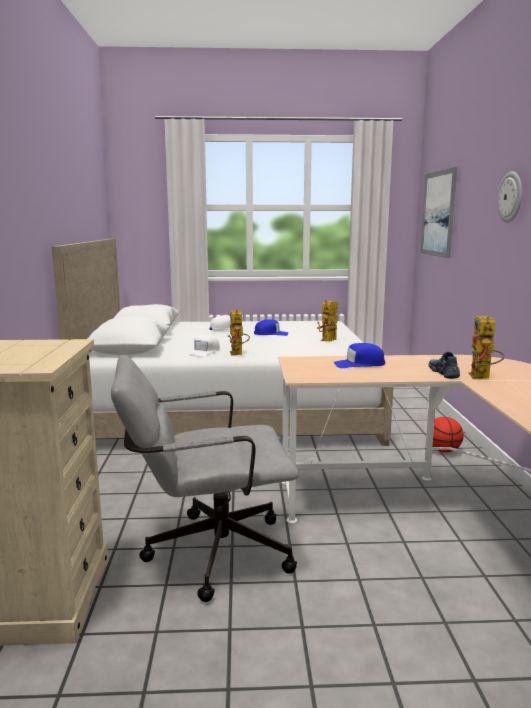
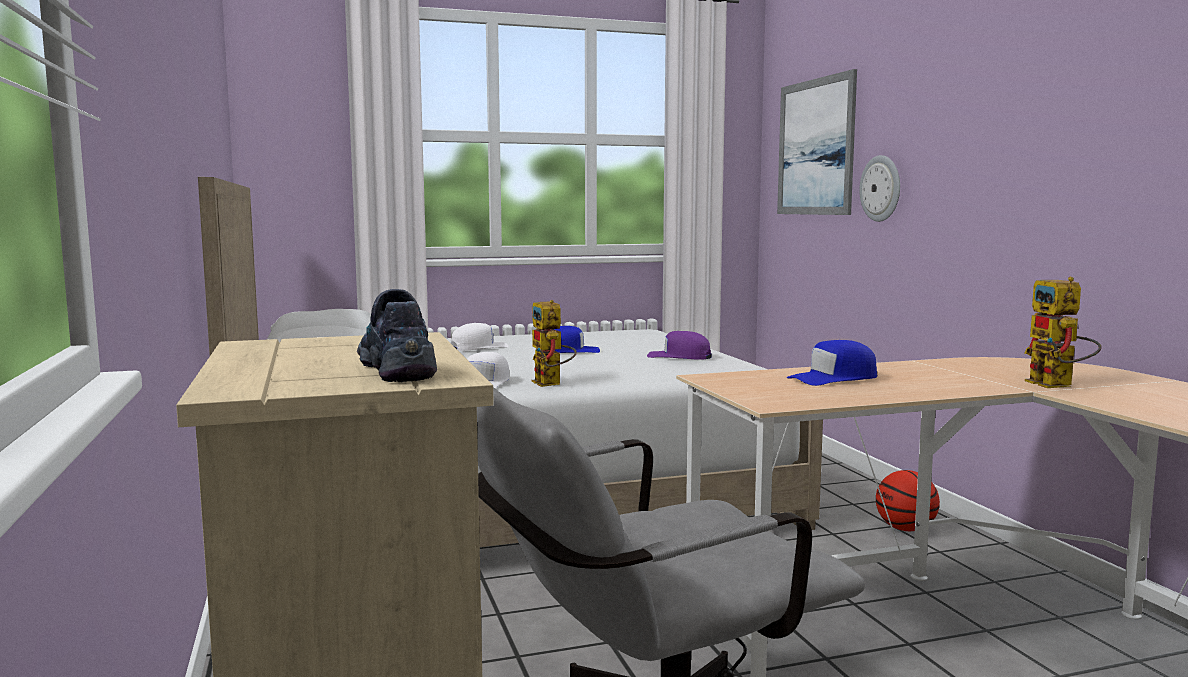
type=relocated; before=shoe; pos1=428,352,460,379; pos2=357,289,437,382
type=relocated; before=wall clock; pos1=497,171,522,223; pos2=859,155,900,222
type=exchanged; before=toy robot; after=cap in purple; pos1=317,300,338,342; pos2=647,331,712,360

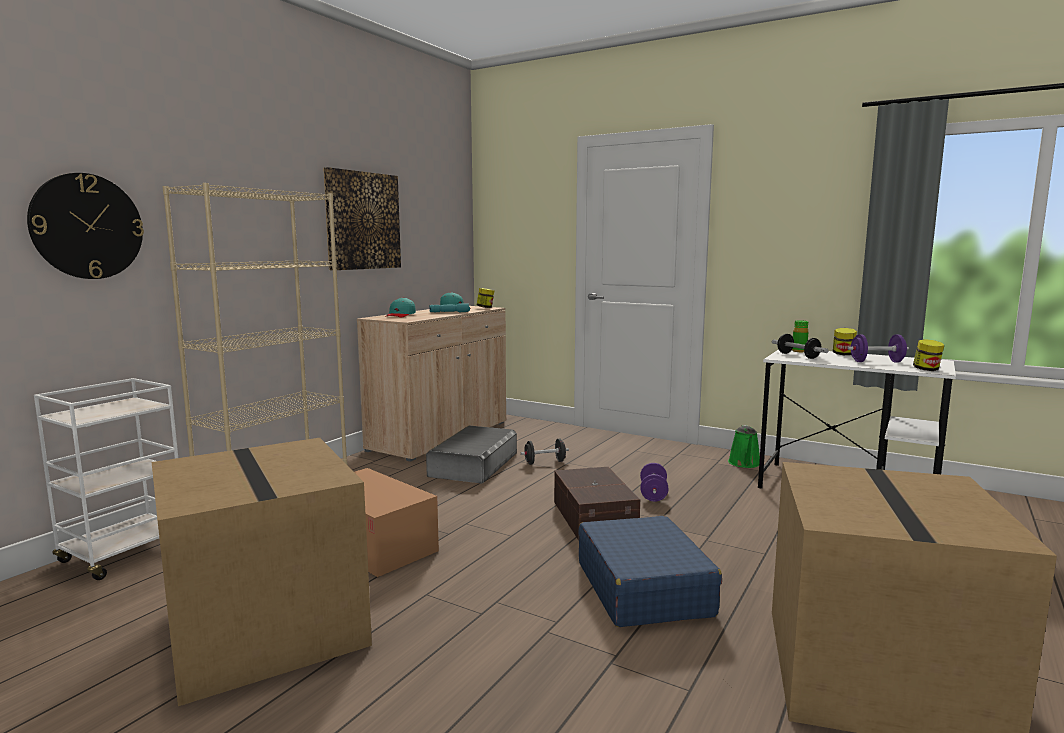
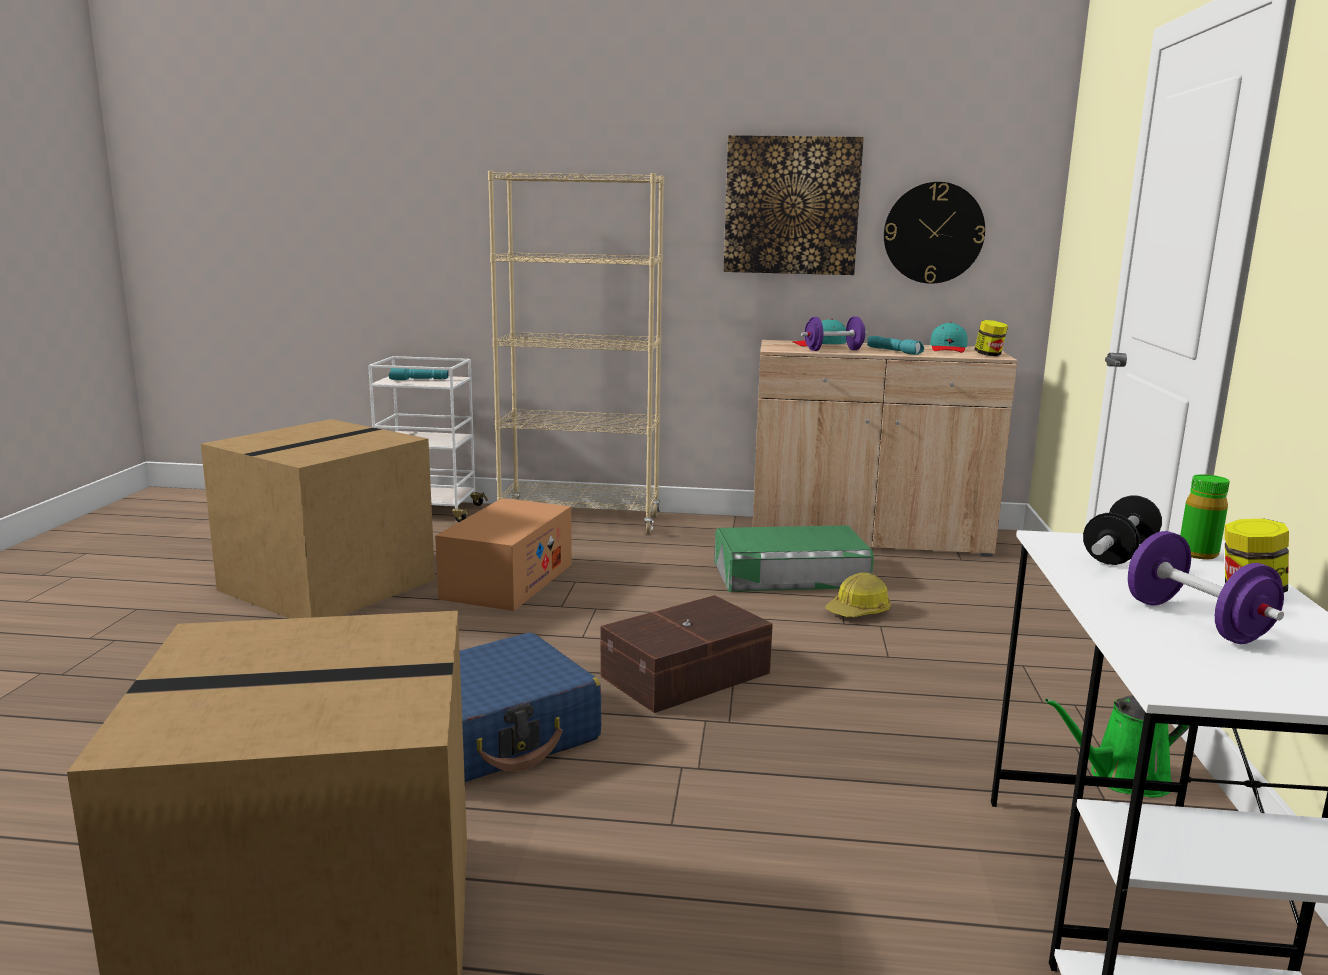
type=missing; before=jar; pos1=913,339,944,371
type=appeared; after=flashlight in turquoise; pos2=389,368,449,380
type=relocated; before=wall clock; pos1=27,173,144,279; pos2=884,182,985,284
type=relocated; before=dumbbell in purple; pos1=640,463,668,502; pos2=801,316,868,351
type=exchanged; before=dumbbell in black; after=hard hat; pos1=521,439,569,465; pos2=826,572,891,617
type=colour; before=storage box in grey; after=storage box in green; pos1=426,426,517,483; pos2=714,525,874,592

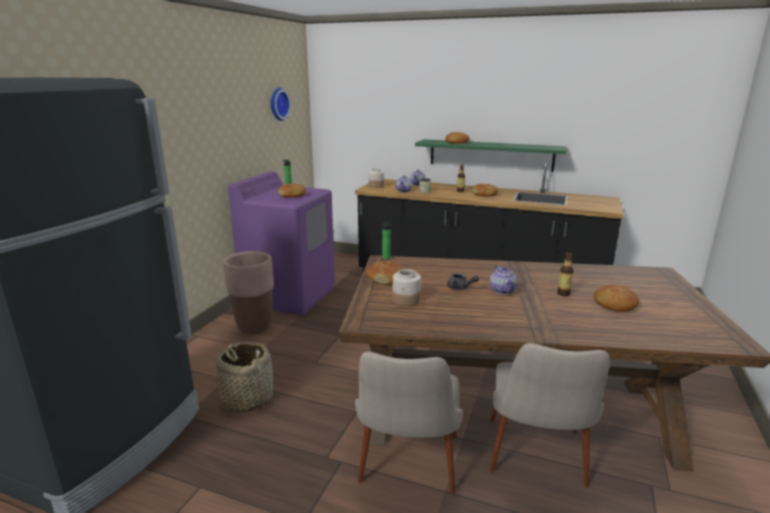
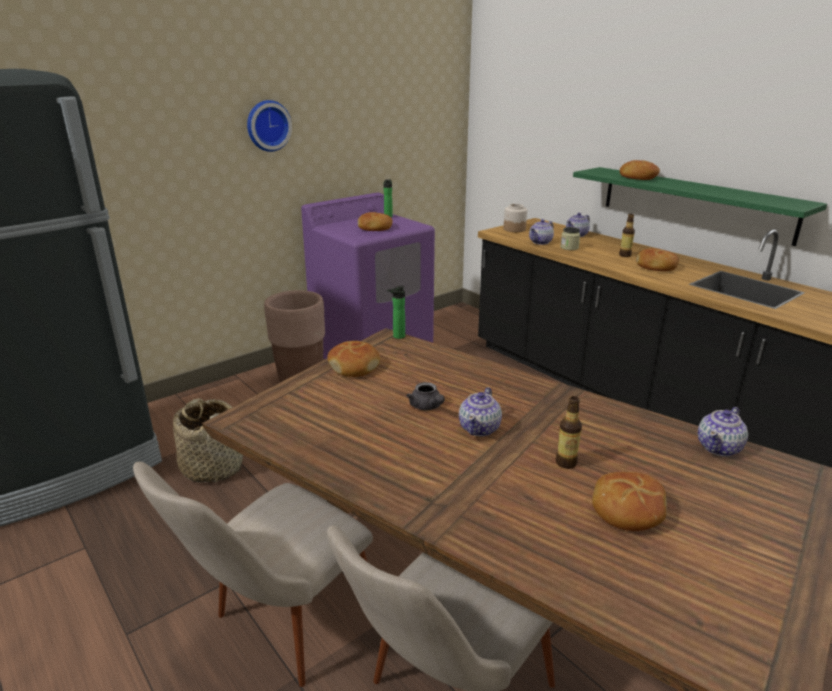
type=missing; before=jar; pos1=393,269,421,306
type=appeared; after=teapot; pos2=698,407,748,456
type=relocated; before=wall clock; pos1=271,88,291,121; pos2=247,100,292,152

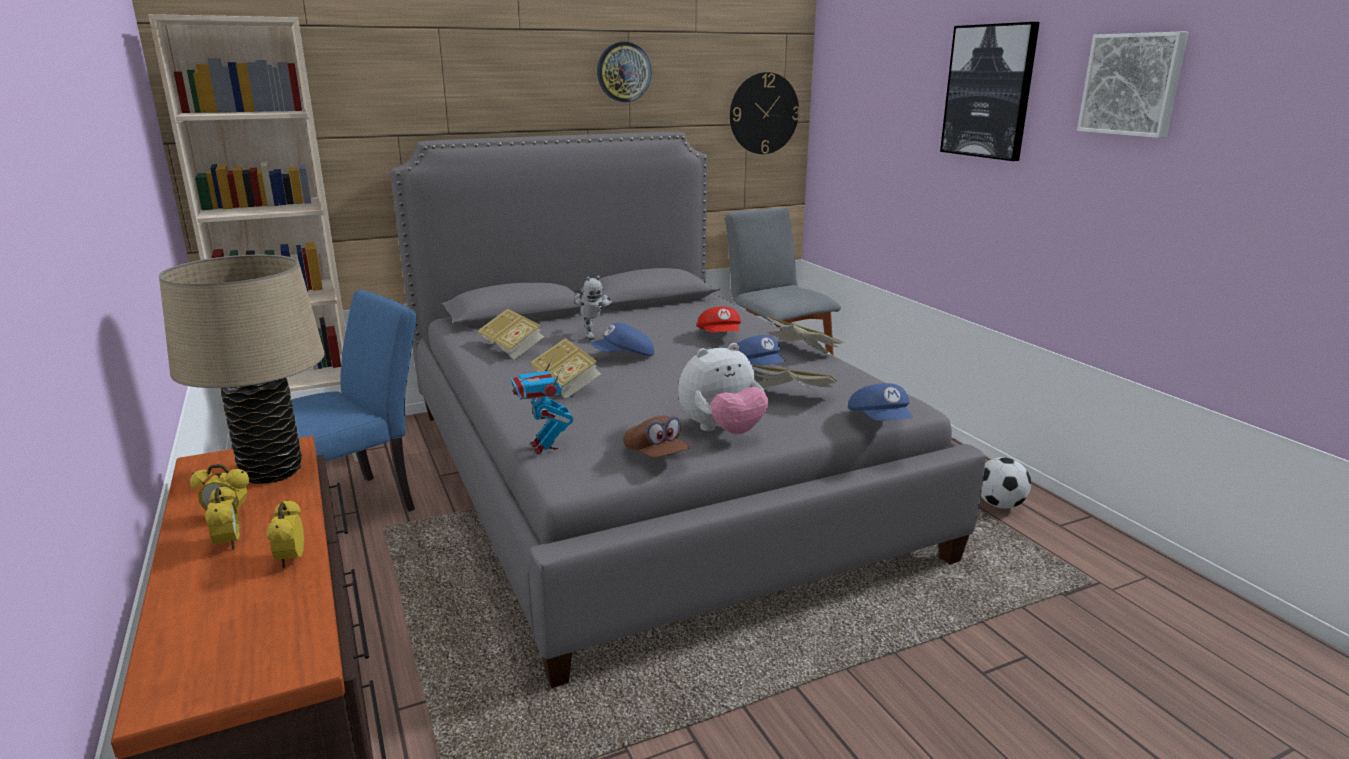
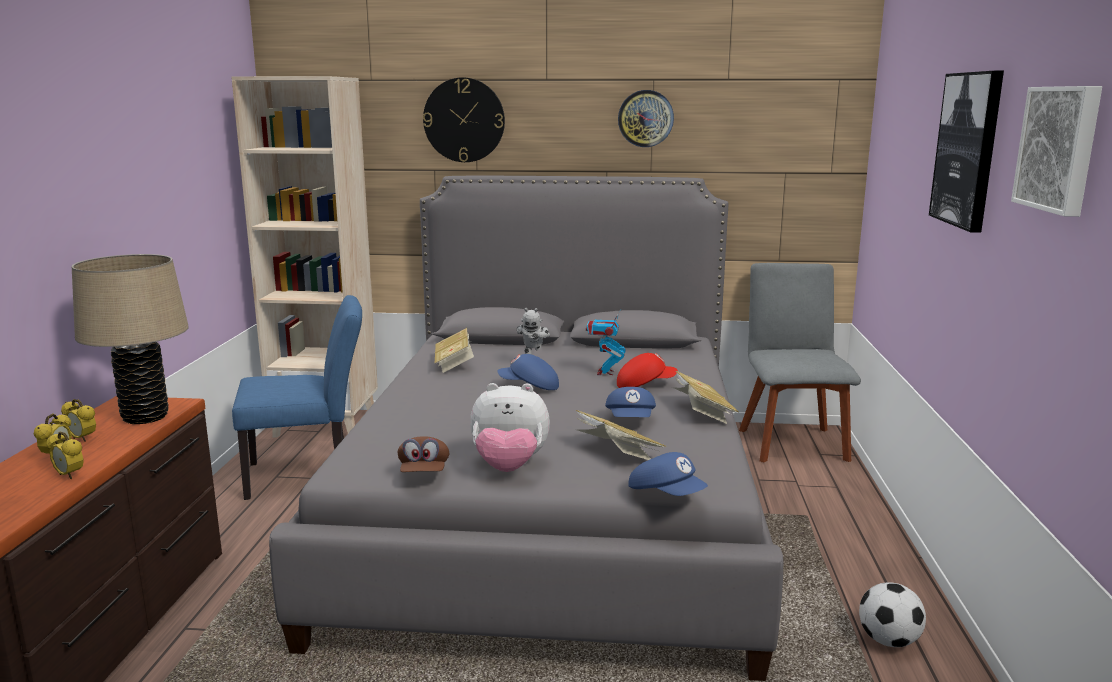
type=missing; before=book; pos1=530,338,601,399
type=relocated; before=toy robot; pos1=511,354,573,454; pos2=586,310,626,375
type=relocated; before=wall clock; pos1=730,72,800,154; pos2=423,77,505,162
type=spun; before=alarm clock; pos1=266,500,304,568; pos2=47,432,84,479; turn=-75
type=spun; before=cap in red; pos1=697,307,741,333; pos2=617,353,678,388; turn=-120
type=spun; before=cap in blue; pos1=848,383,913,421; pos2=629,452,708,496; turn=-60

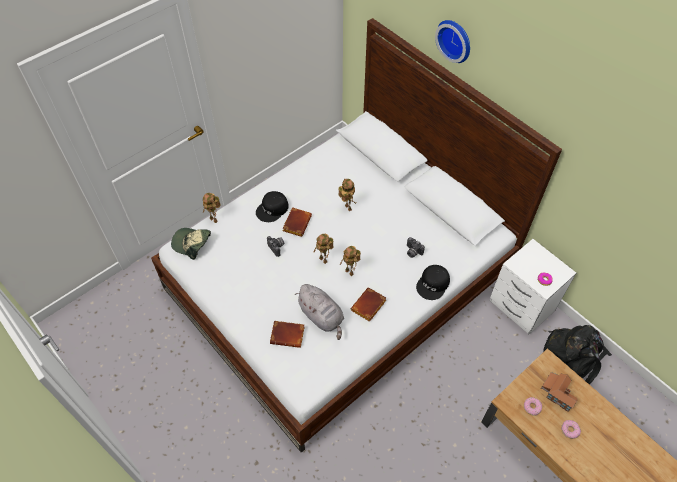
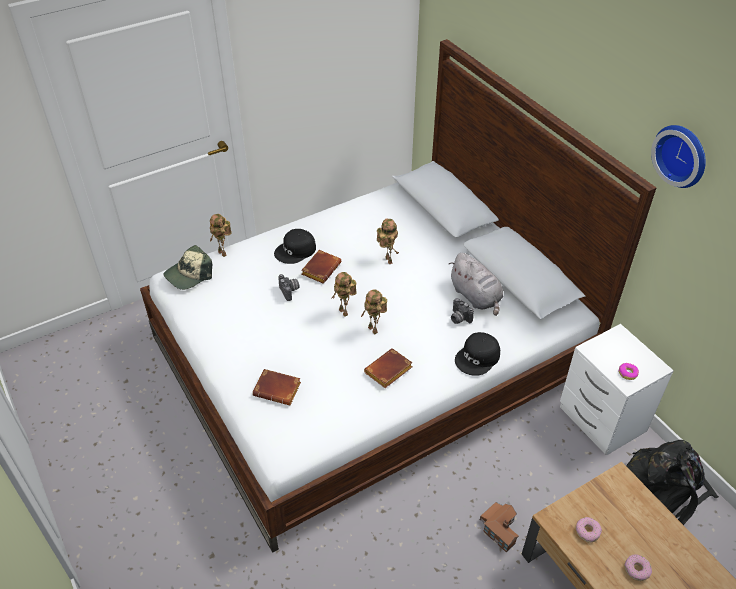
type=relocated; before=plush toy in grey; pos1=295,284,344,340; pos2=449,253,504,316
type=relocated; before=wall clock; pos1=435,20,470,63; pos2=651,125,706,188
type=relocated; before=toy house; pos1=541,372,578,412; pos2=480,502,519,553
type=spun; before=cap; pos1=171,228,211,260; pos2=164,245,212,290; turn=-75

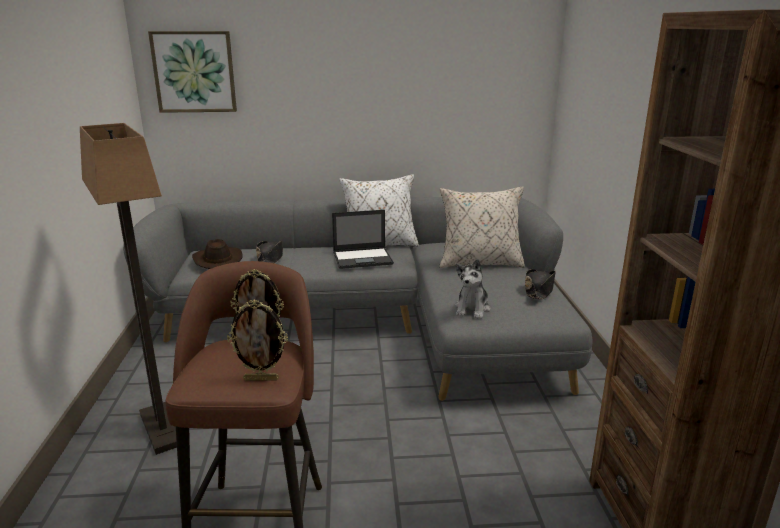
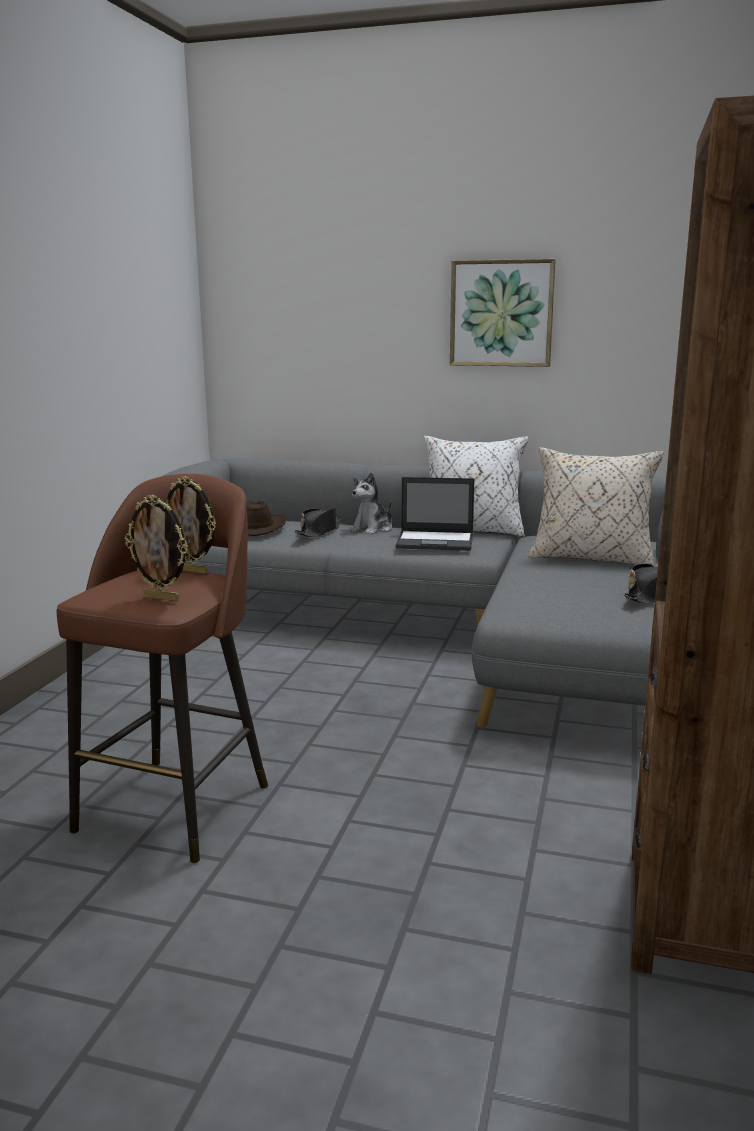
type=missing; before=floor lamp; pos1=80,123,177,455
type=relocated; before=picture; pos1=148,31,237,113; pos2=450,259,556,367
type=relocated; before=plush toy; pos1=455,259,490,319; pos2=350,472,392,535

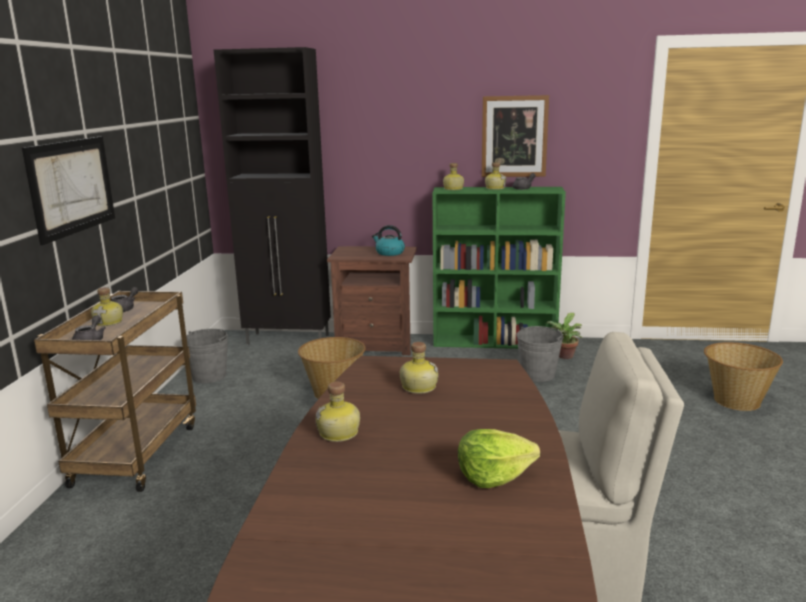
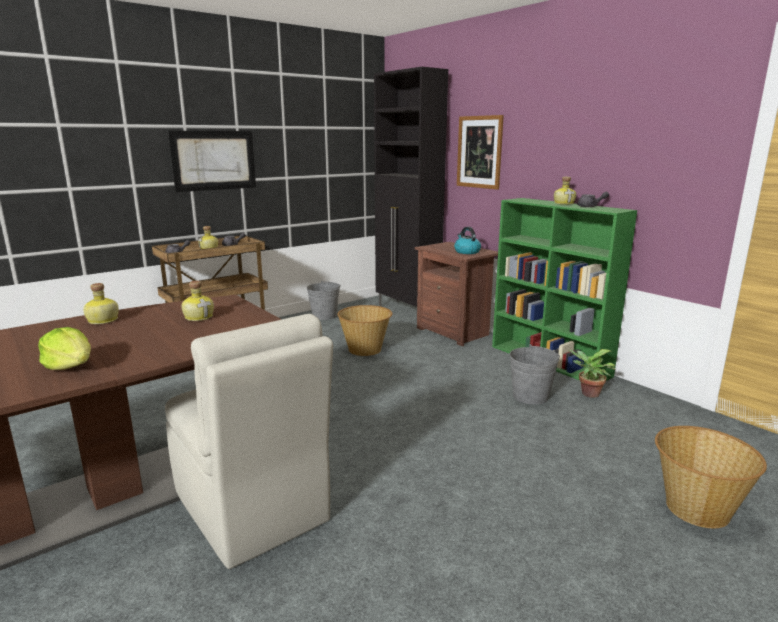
type=missing; before=bottle; pos1=443,163,464,190
type=relocated; before=picture; pos1=482,95,549,177; pos2=457,115,504,190

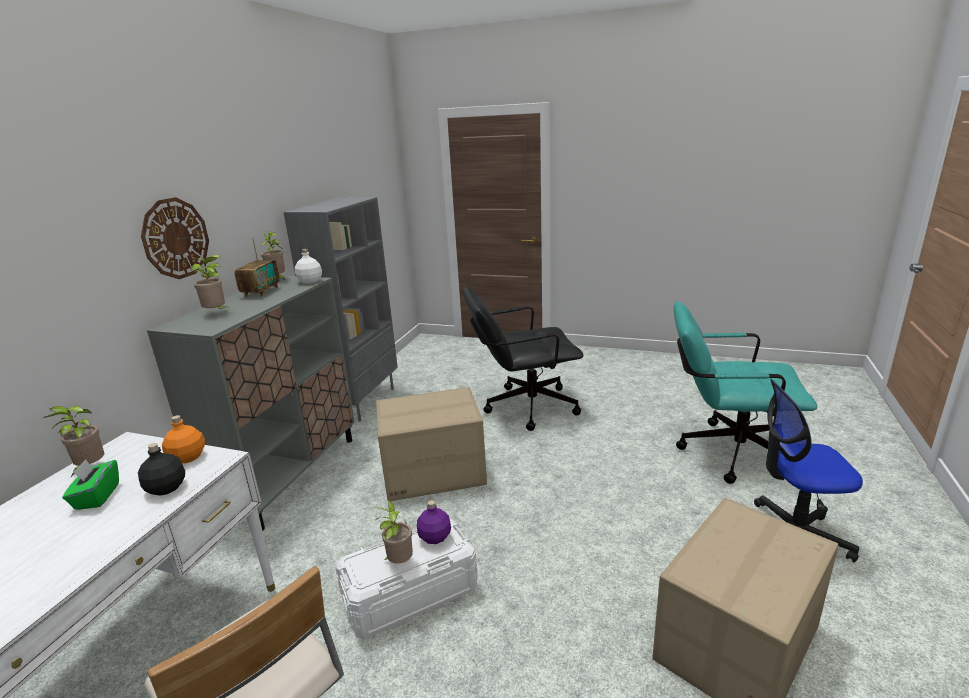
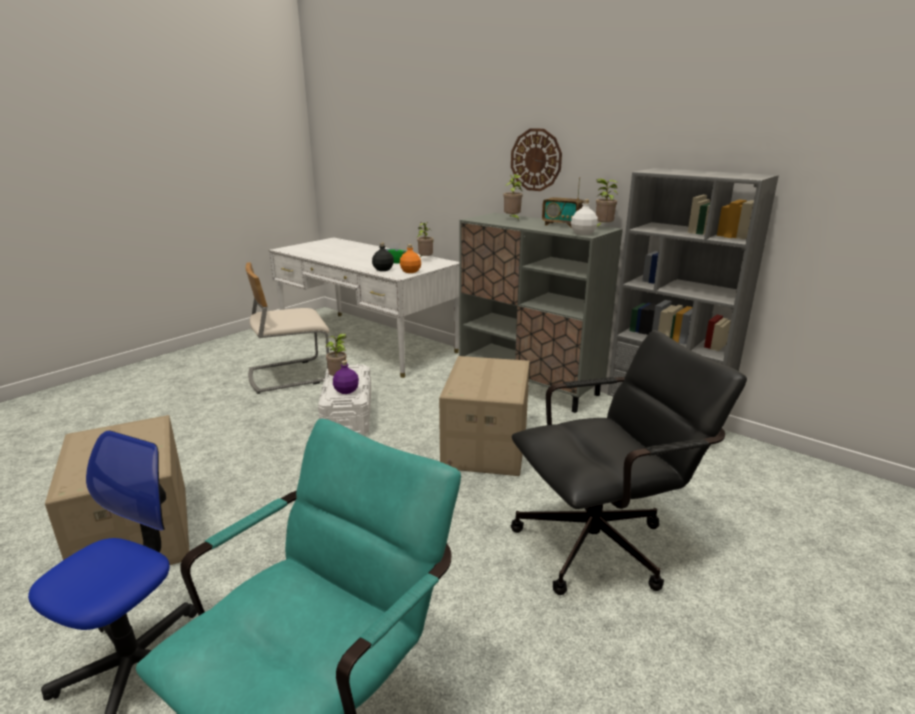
type=spun; before=office chair in black; pos1=463,287,583,431; pos2=511,330,747,595; turn=60

